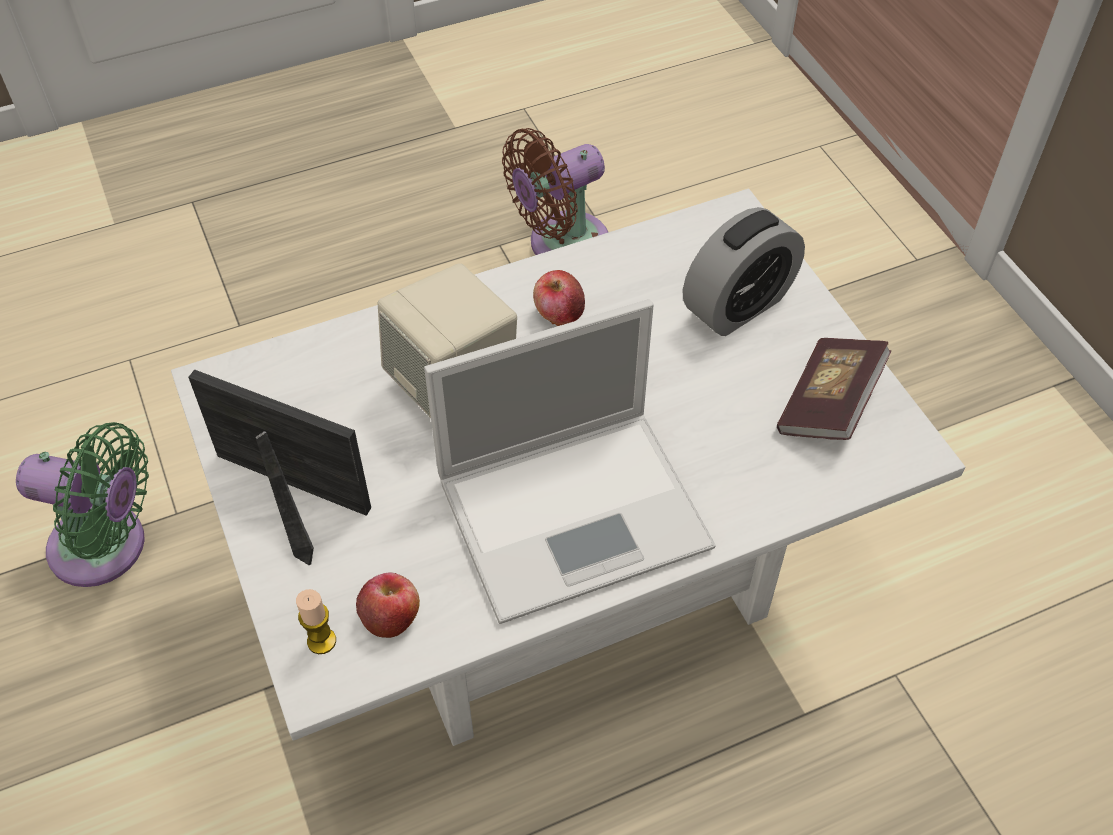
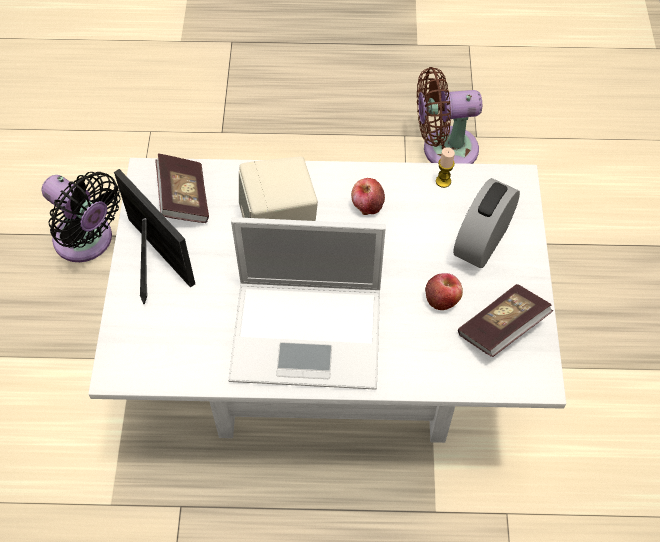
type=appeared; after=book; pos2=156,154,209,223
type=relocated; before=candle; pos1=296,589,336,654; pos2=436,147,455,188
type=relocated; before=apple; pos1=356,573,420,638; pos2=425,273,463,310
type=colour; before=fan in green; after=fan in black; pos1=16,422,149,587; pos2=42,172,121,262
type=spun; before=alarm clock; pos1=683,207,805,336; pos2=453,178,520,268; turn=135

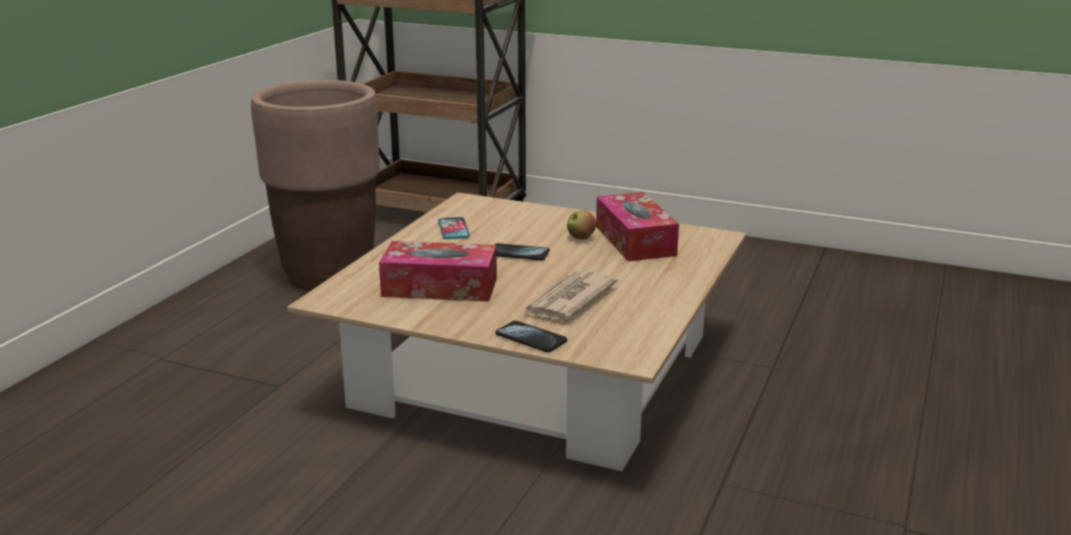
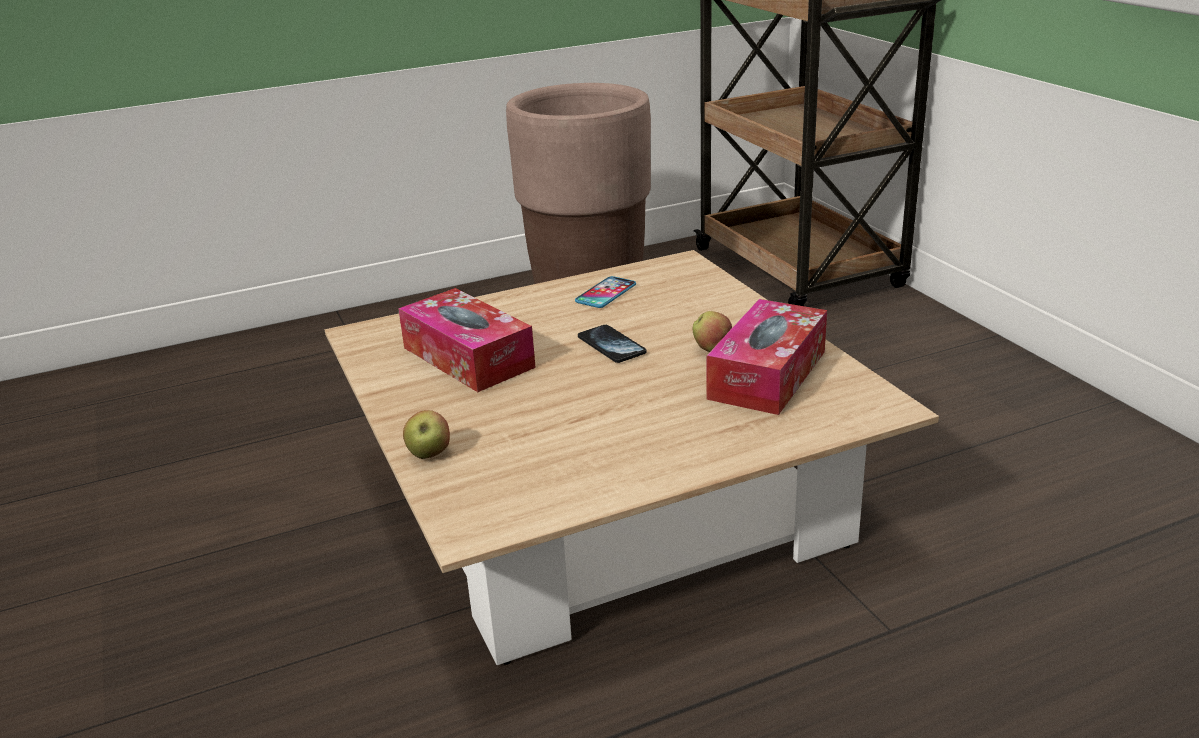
type=missing; before=newspaper; pos1=523,270,618,320
type=exchanged; before=phone; after=apple; pos1=495,321,567,352; pos2=403,410,450,459

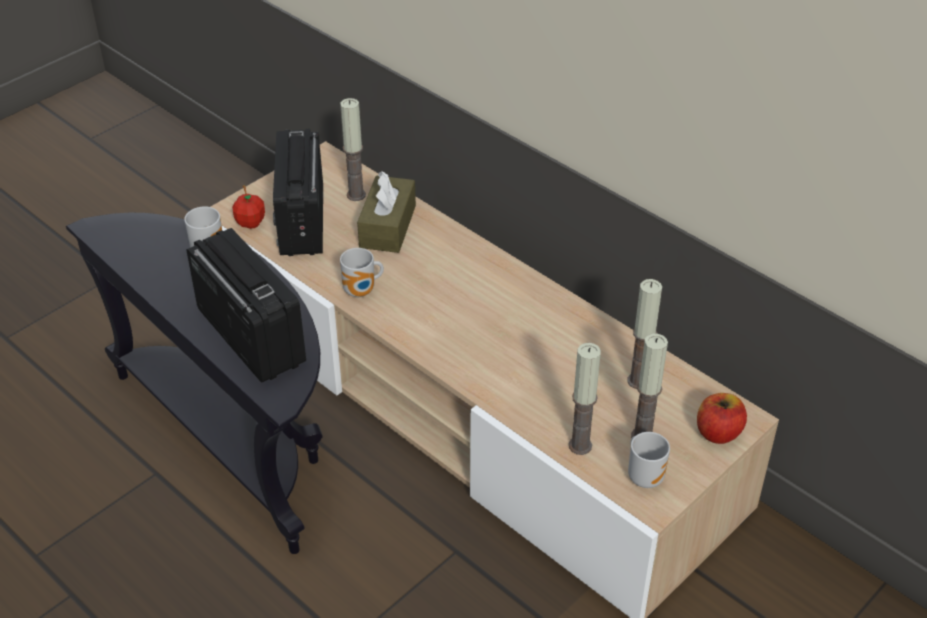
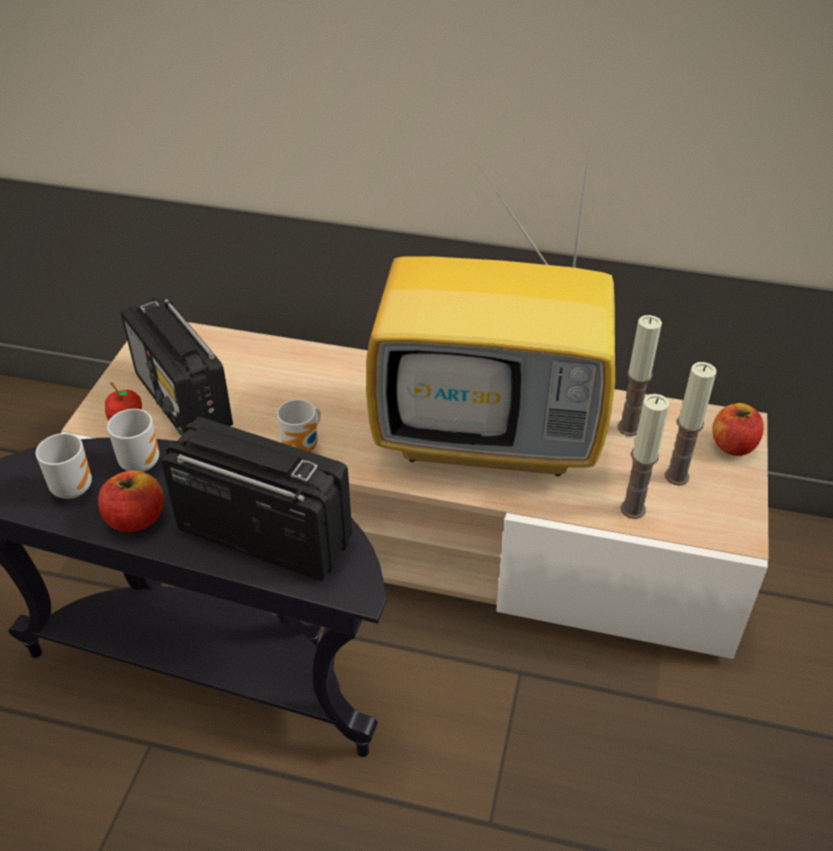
type=missing; before=candle; pos1=340,98,366,201
type=missing; before=tissue box in brown; pos1=357,171,416,253
type=appeared; after=apple; pos2=98,471,164,533
type=appeared; after=television; pos2=366,135,615,476
type=relocated; before=mug; pos1=628,432,670,488; pos2=36,433,92,499

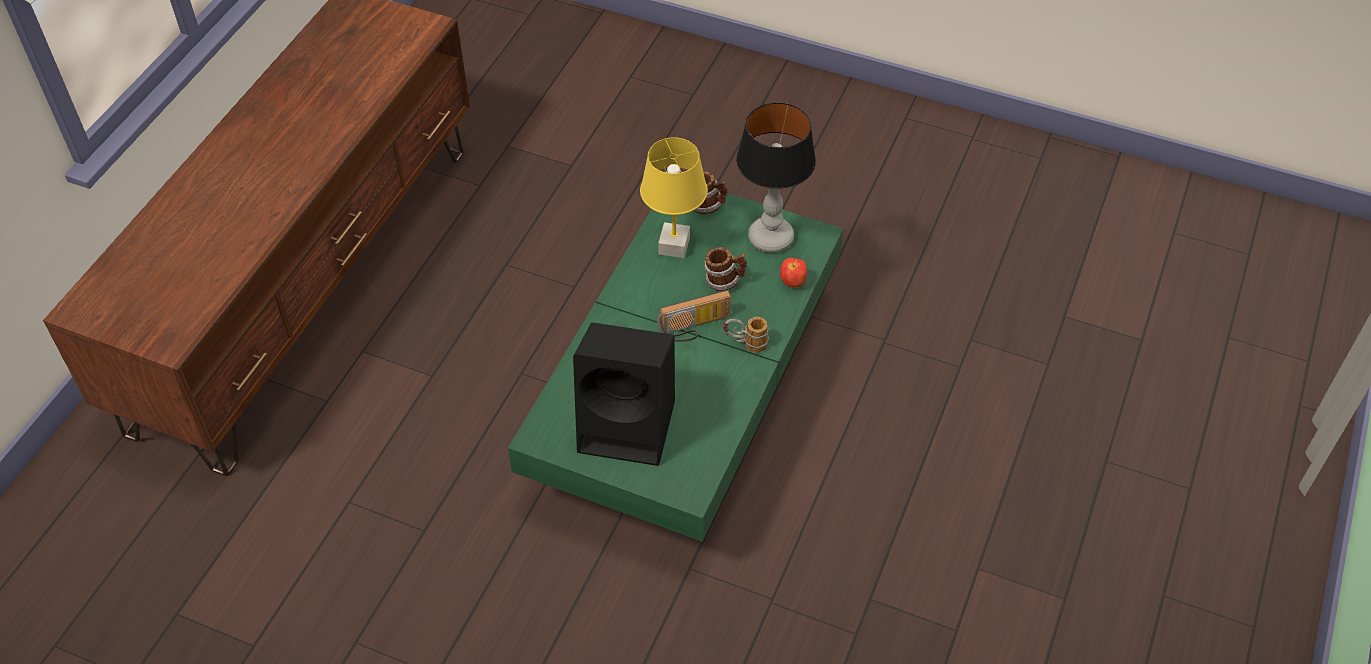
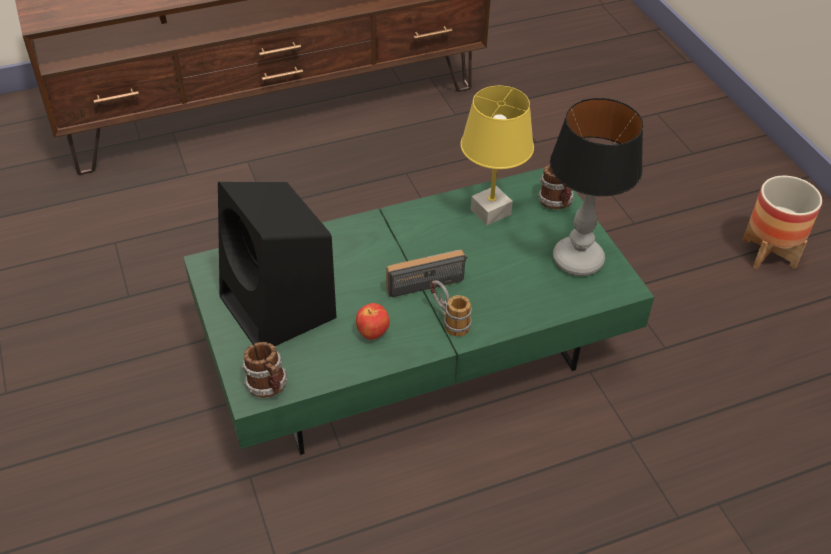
type=appeared; after=planter; pos2=742,175,822,270
type=relocated; before=mug; pos1=705,247,747,291; pos2=242,342,288,398
type=relocated; before=apple; pos1=780,257,807,288; pos2=356,303,390,340
type=spun; before=radio; pos1=657,290,731,342; pos2=386,249,468,297; turn=135

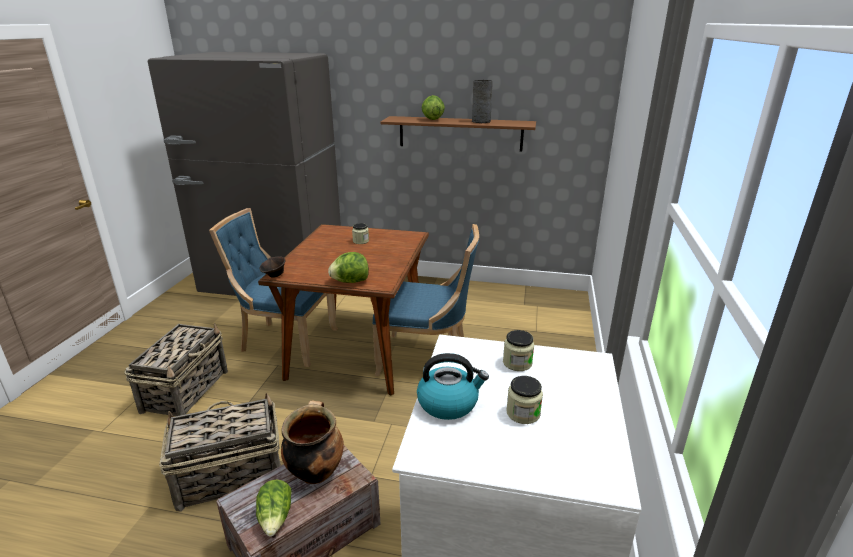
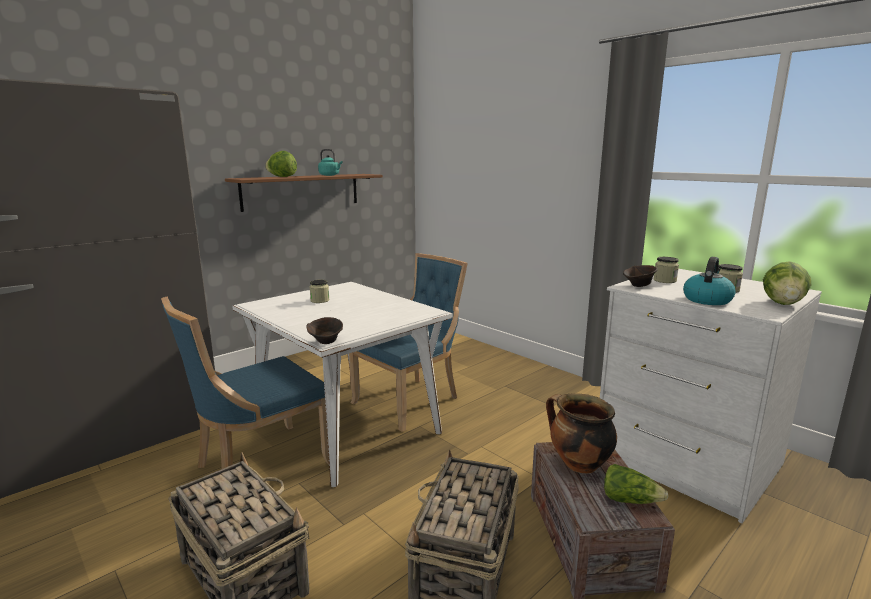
type=appeared; after=bowl in brown; pos2=623,265,657,287
type=relocated; before=lettuce; pos1=328,252,369,283; pos2=763,261,811,305
type=exchanged; before=vase in grey; after=kettle in turquoise; pos1=472,80,493,123; pos2=318,149,343,176
type=colour; before=dining table in brown; after=dining table in white; pos1=258,224,429,395; pos2=232,282,453,487

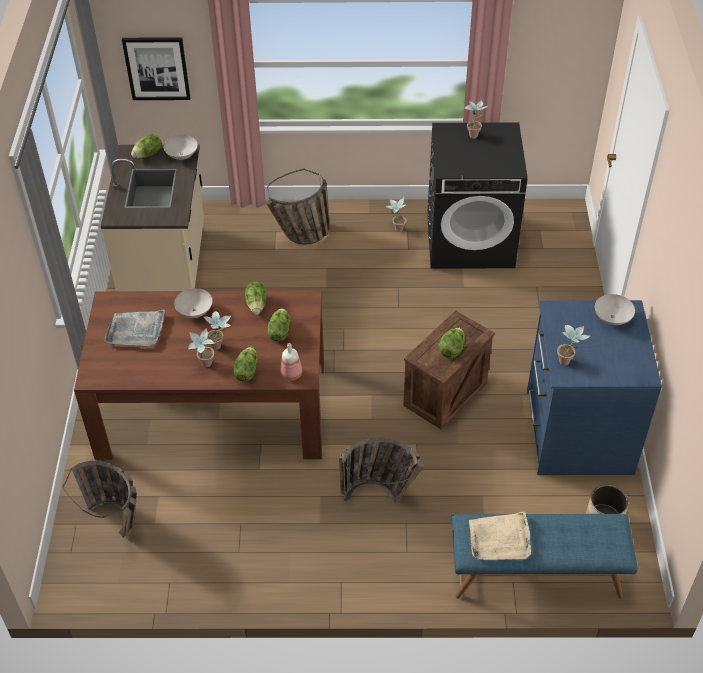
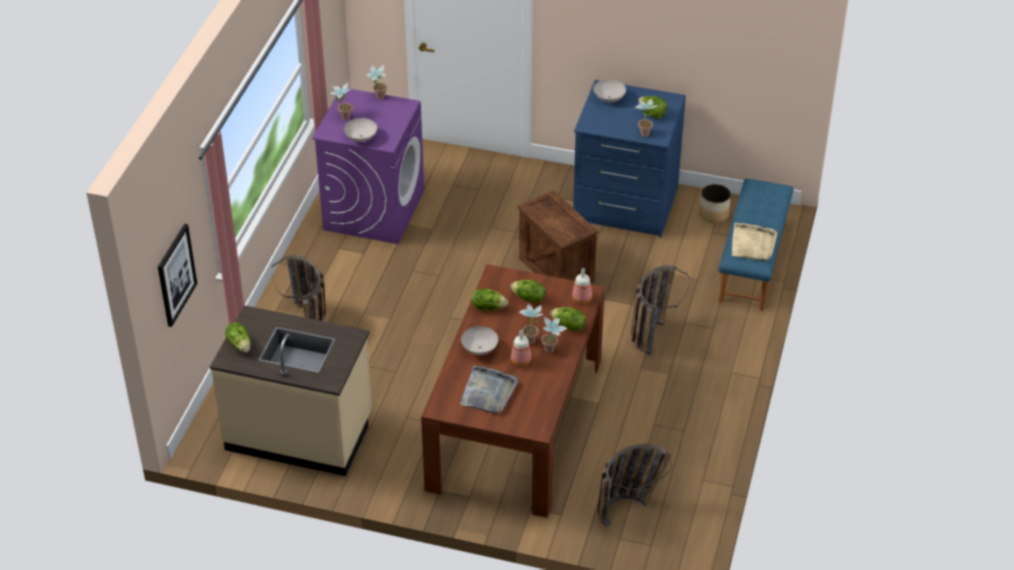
type=appeared; after=bottle; pos2=511,330,531,367
type=relocated; before=bowl in white; pos1=164,135,198,160; pos2=344,118,377,142
type=relocated; before=potted plant; pos1=385,197,407,232; pos2=365,64,387,99
type=relocated; before=lettuce; pos1=438,328,465,358; pos2=638,96,667,119
type=colour; before=washing machine in black; after=washing machine in purple; pos1=427,122,528,269; pos2=312,87,424,244

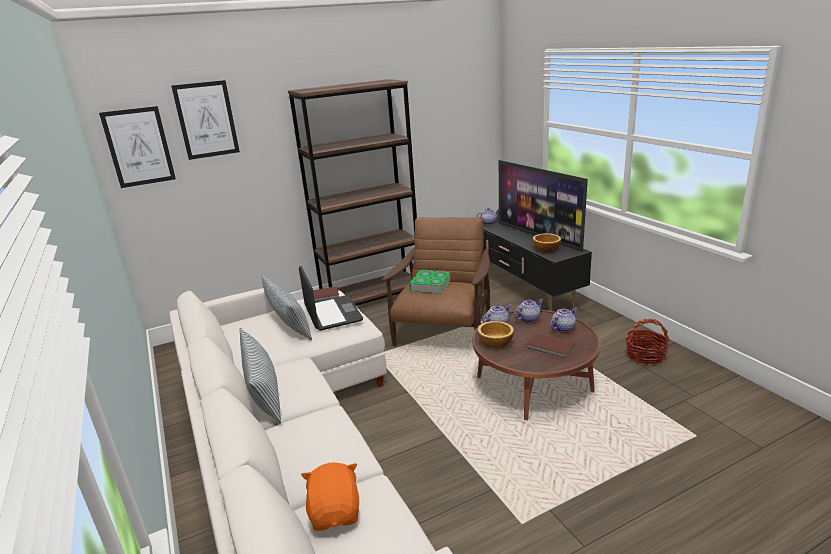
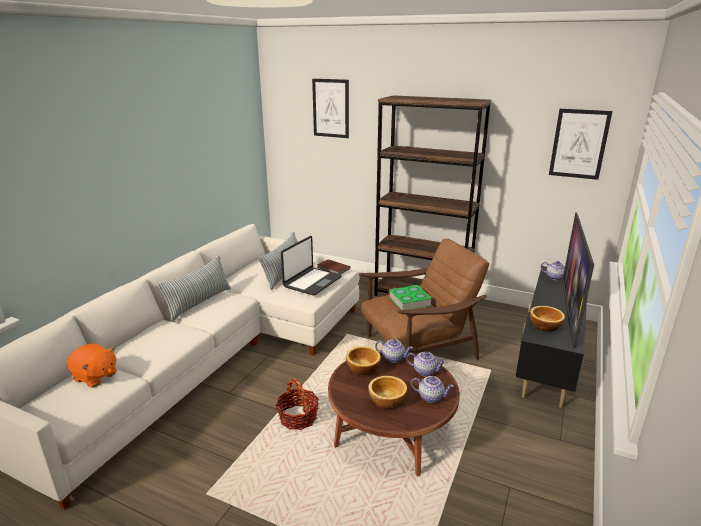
type=relocated; before=picture; pos1=99,106,176,188; pos2=549,109,612,180
type=relocated; before=basket; pos1=625,319,670,365; pos2=275,378,319,430
type=exchanged; before=book in brown; after=bowl; pos1=526,333,574,359; pos2=368,376,407,408
type=spun; before=plush toy in orange; pos1=301,462,359,531; pos2=67,343,117,388; turn=75

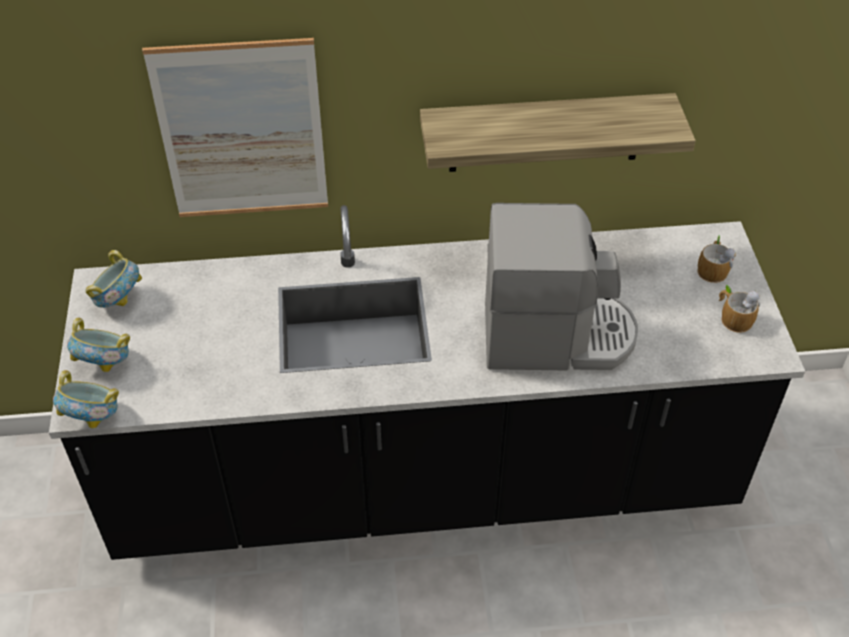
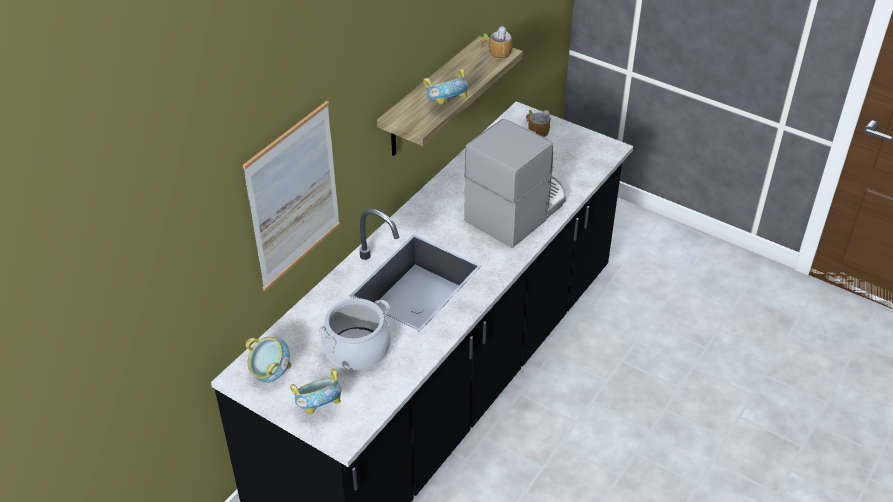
type=appeared; after=cooking pot; pos2=318,298,391,370
type=relocated; before=bowl; pos1=53,370,119,428; pos2=423,68,468,104
type=relocated; before=mug; pos1=719,285,760,333; pos2=480,26,512,59

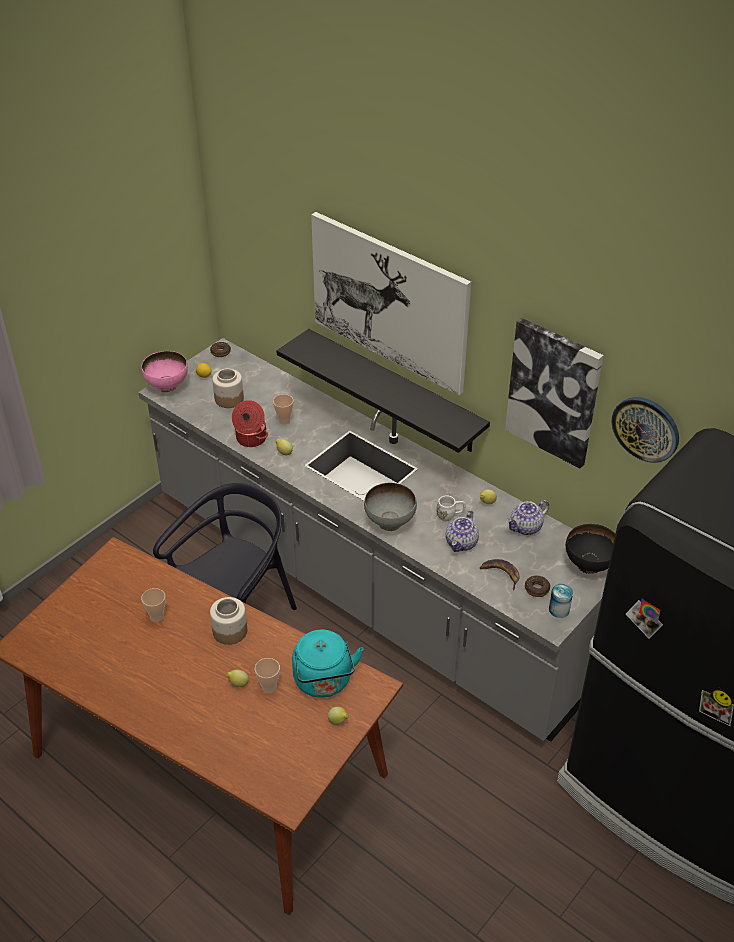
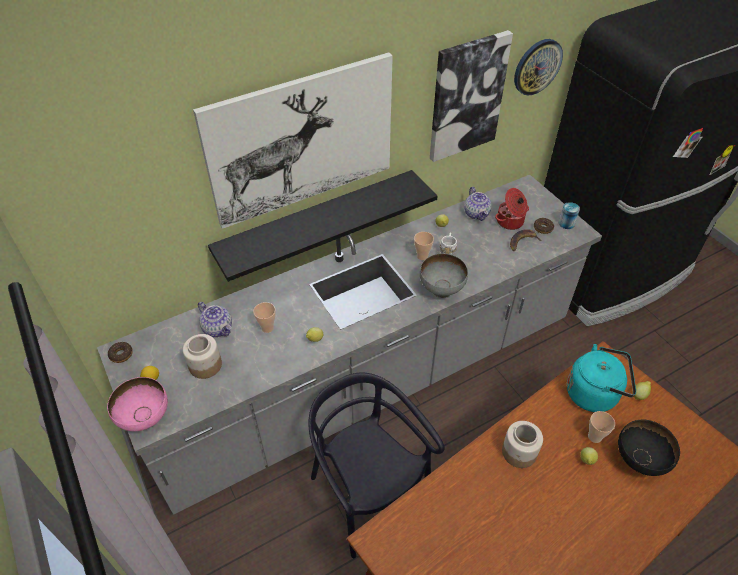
type=relocated; before=cup; pos1=141,588,166,622; pos2=414,232,434,260
type=relocated; before=cooking pot; pos1=232,400,268,447; pos2=495,188,529,230
type=relocated; before=teapot; pos1=446,510,479,552; pos2=198,302,232,337
type=relocated; before=bowl in black; pos1=566,524,615,574; pos2=618,420,680,476

